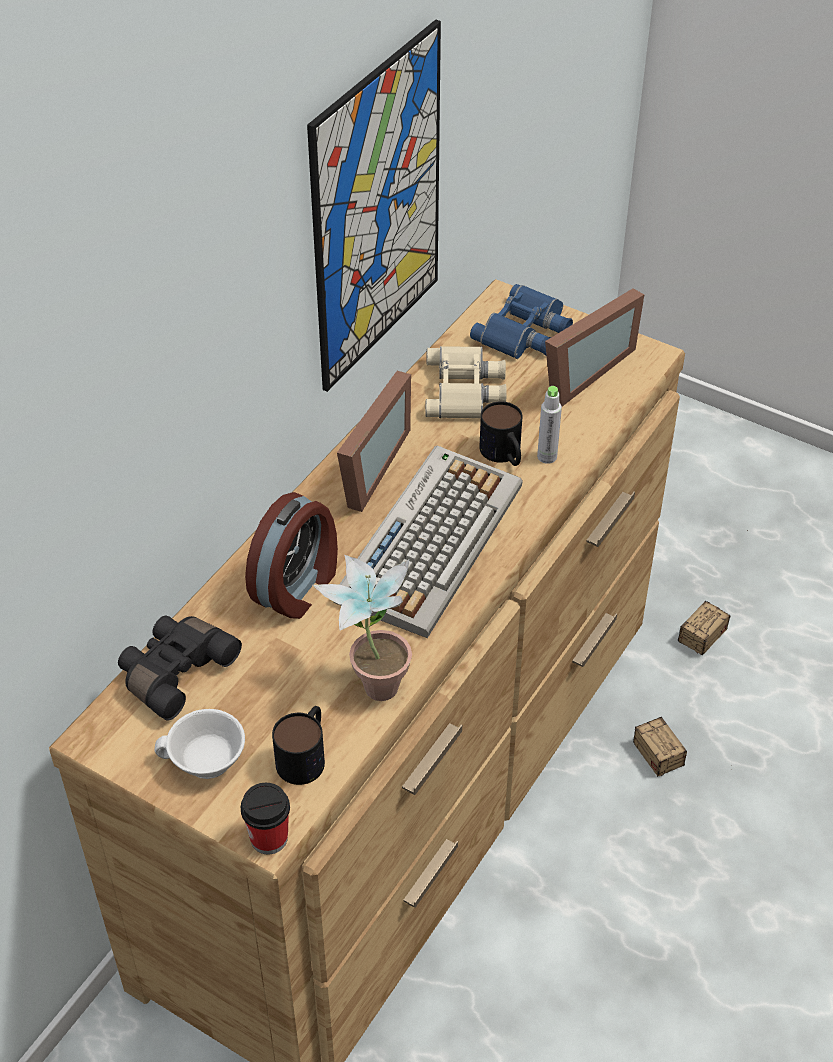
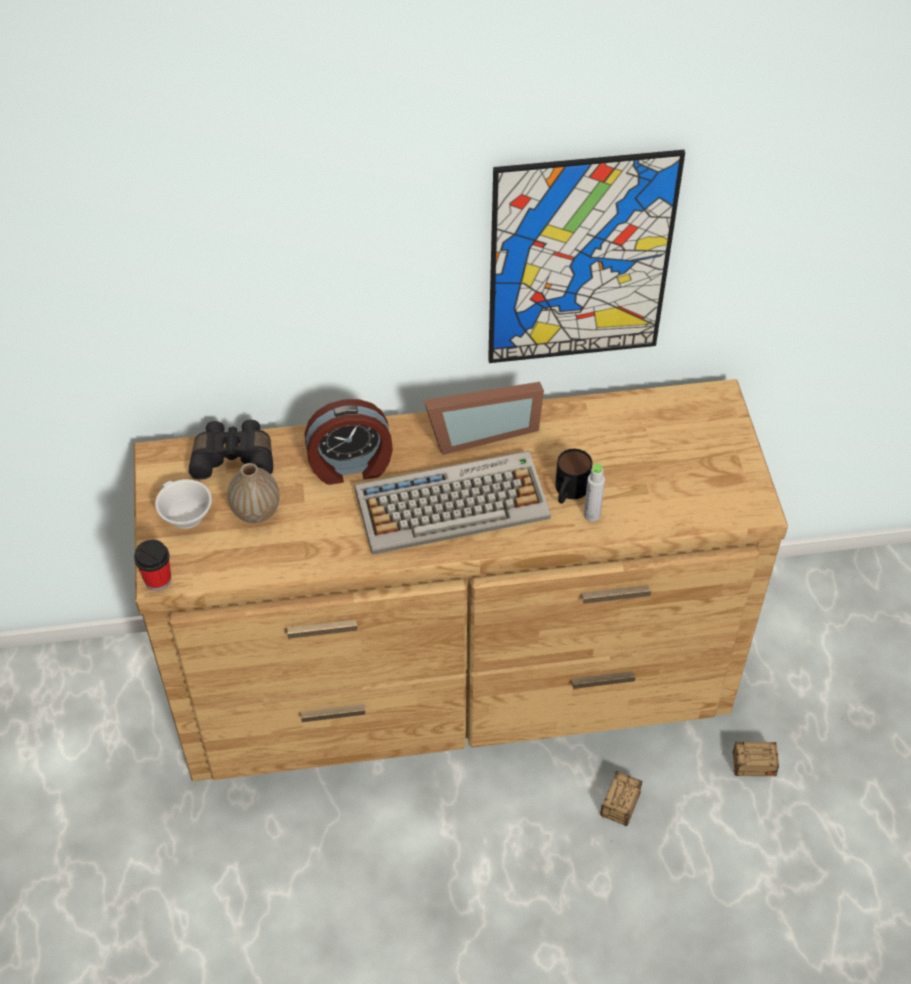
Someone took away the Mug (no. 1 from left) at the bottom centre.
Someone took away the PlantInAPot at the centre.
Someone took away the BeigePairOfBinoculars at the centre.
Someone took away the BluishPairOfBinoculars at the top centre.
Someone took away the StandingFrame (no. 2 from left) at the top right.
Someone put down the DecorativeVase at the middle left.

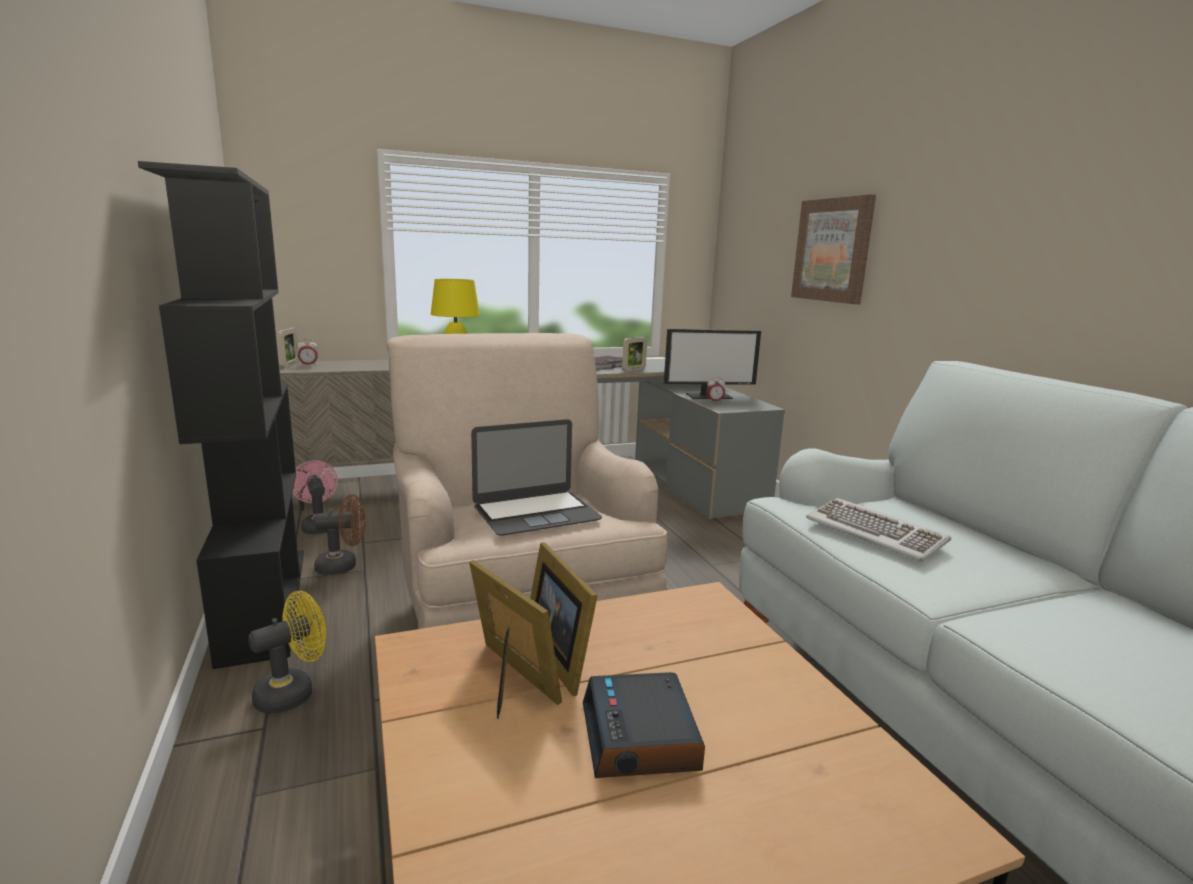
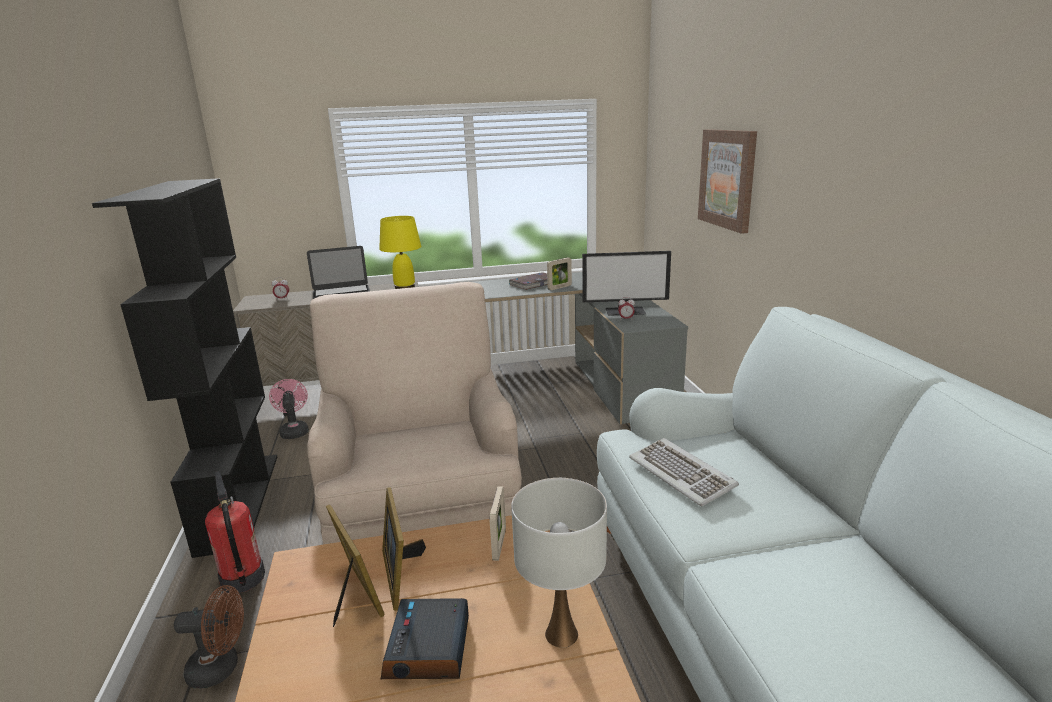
Someone swapped the YellowElectricFan at the bottom left for the FireExtinguisher at the bottom left.
Someone carried the StandingFrame (no. 1 from left in the first image) from the middle left to the bottom centre.
Someone carried the BrownColouredElectricFan from the middle left to the bottom left.
Someone carried the Laptop from the centre to the middle left.
Someone put down the WhiteLampForATable at the bottom centre.

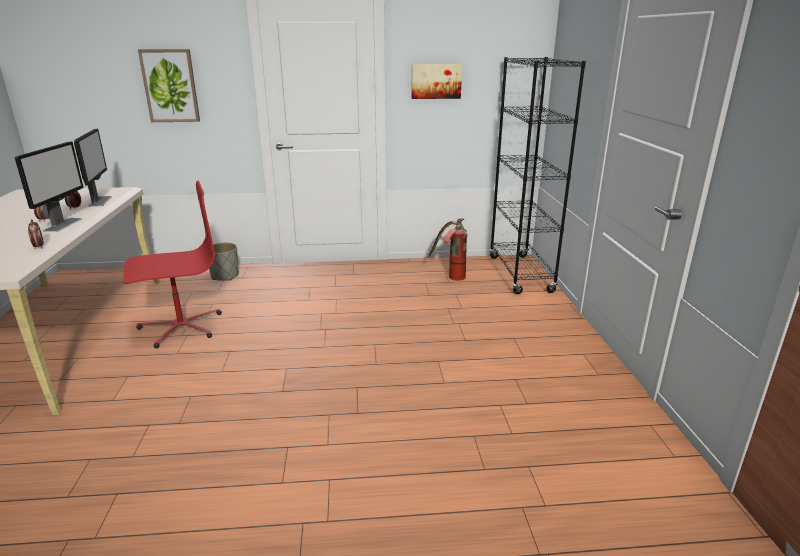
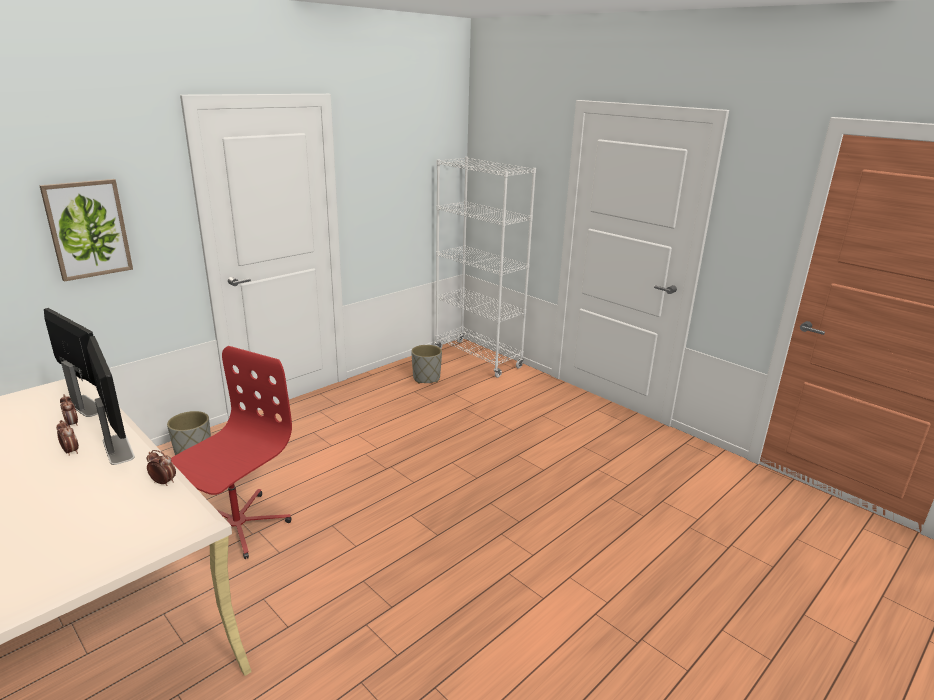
Someone took away the WallPicture (no. 2 from left) at the top centre.
Someone swapped the FireExtinguisher at the centre for the GrayPlantPot (no. 2 from left) at the centre.
Someone repainted the BlackishShelvingUnit at the top right, which became the WhiteShelvingUnit at the centre.

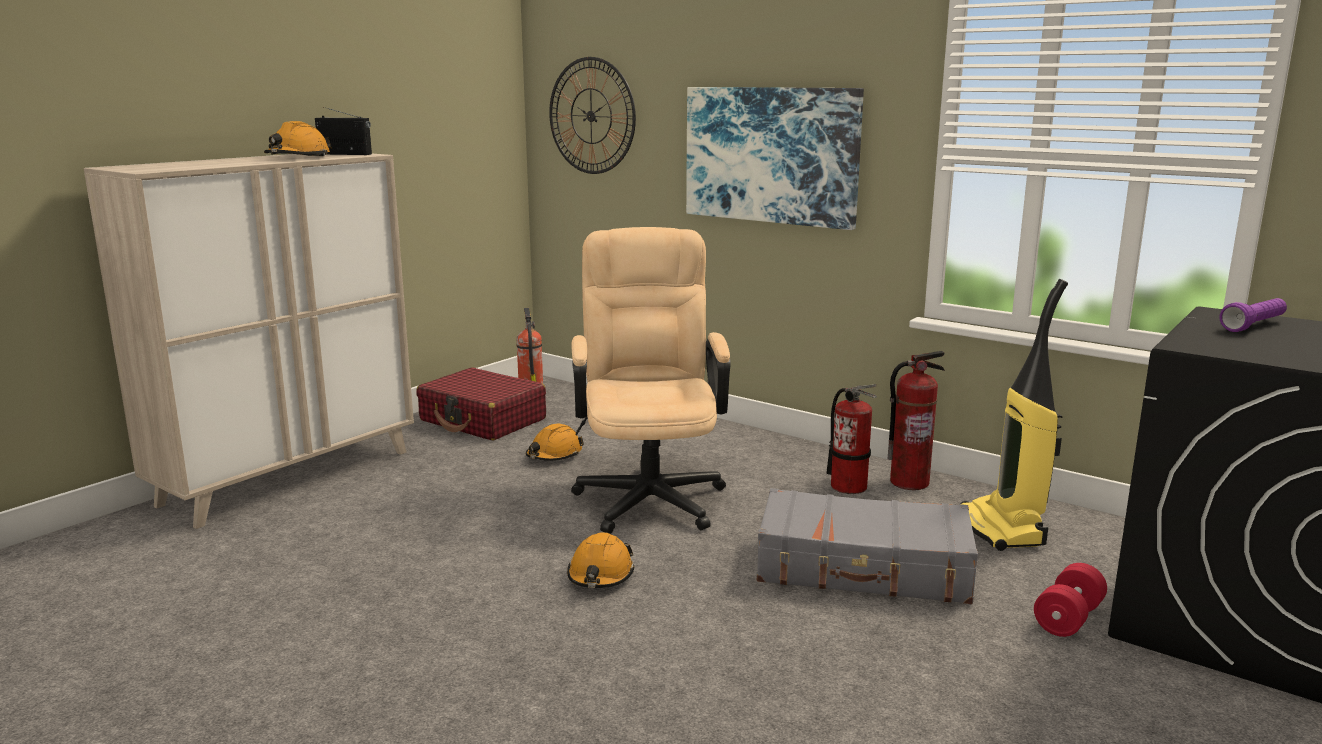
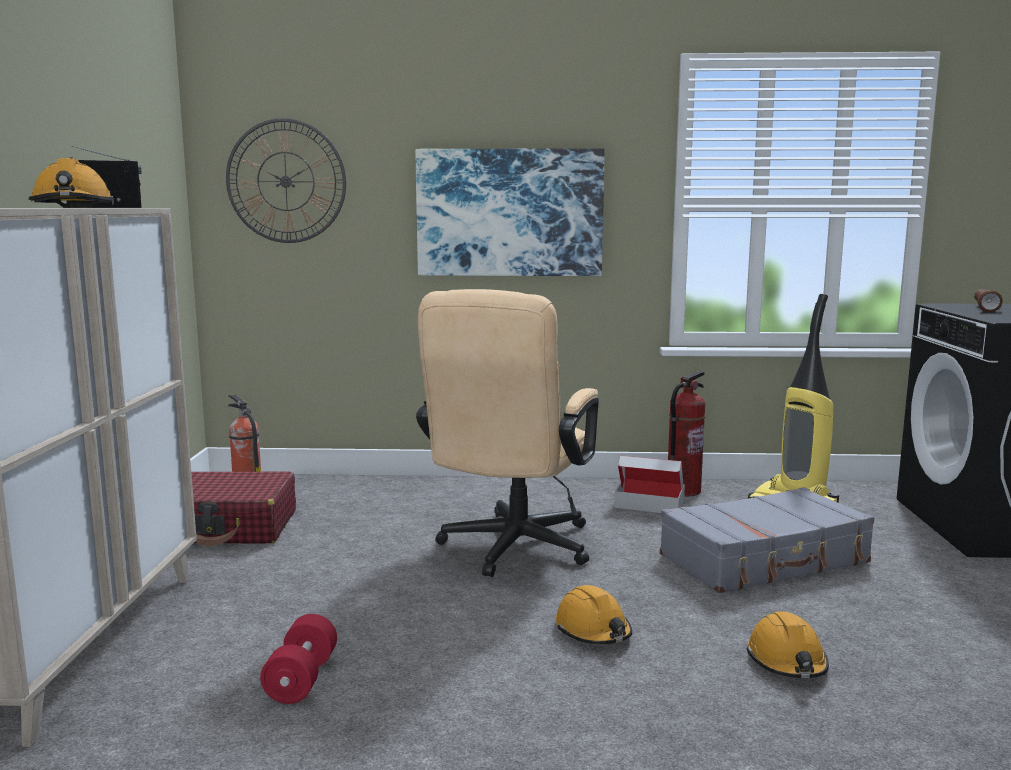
Someone carried the OrangeWorkHelmet (no. 2 from left in the first image) from the centre to the bottom right.
Someone rotated the BeigeOfficeChair at the centre by 120 degrees counterclockwise.
Someone swapped the FireExtinguisher (no. 2 from left) at the centre for the CardboardBox at the centre.
Someone carried the RedColouredFreeWeight from the bottom right to the bottom left.
Someone repainted the PurplishFlashlight at the middle right, which became the BrownColouredFlashlight at the middle right.

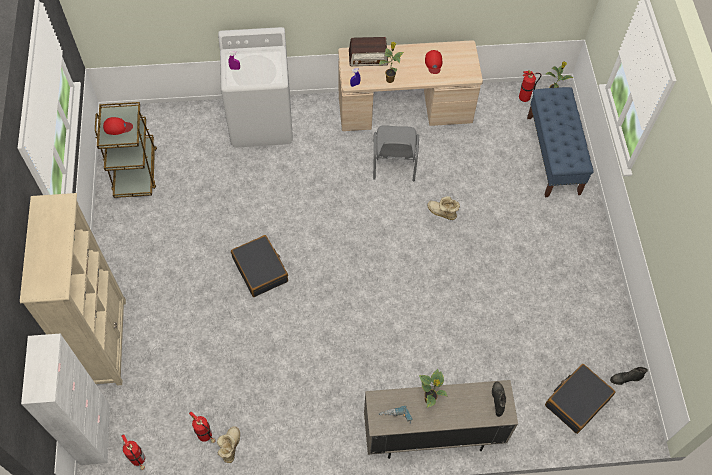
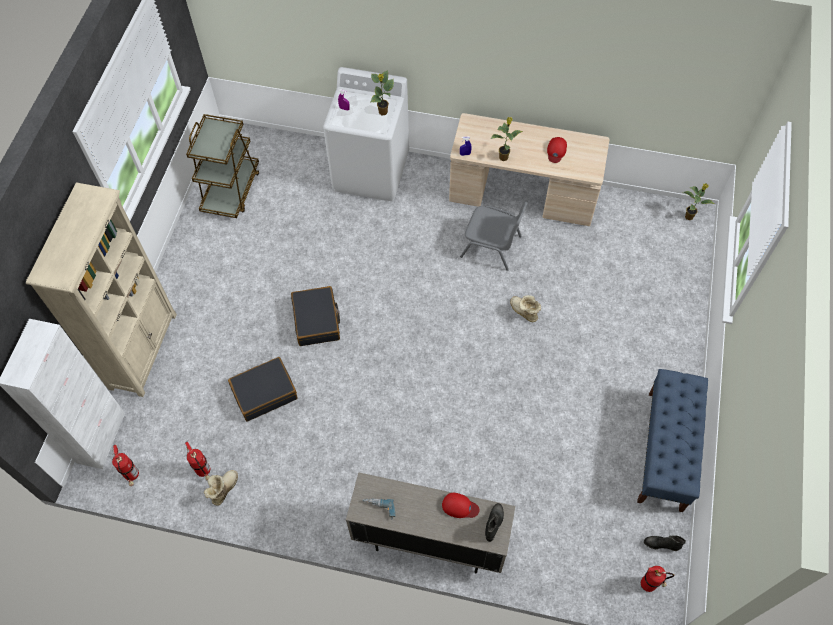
Someone carried the RedColouredBaseballCap (no. 1 from left) from the top left to the bottom centre.
Someone took away the Radio at the top centre.
Someone rotated the GrayUprightChair at the top centre by 90 degrees counterclockwise.
Someone carried the PlantInAPot (no. 2 from left in the first image) from the bottom centre to the top centre.
Someone carried the FireExtinguisher (no. 3 from left) from the top right to the bottom right.
Someone carried the BluishIndoorBench from the top right to the bottom right.
Someone carried the BlackishPieceOfLuggage (no. 2 from left in the first image) from the bottom right to the middle left.

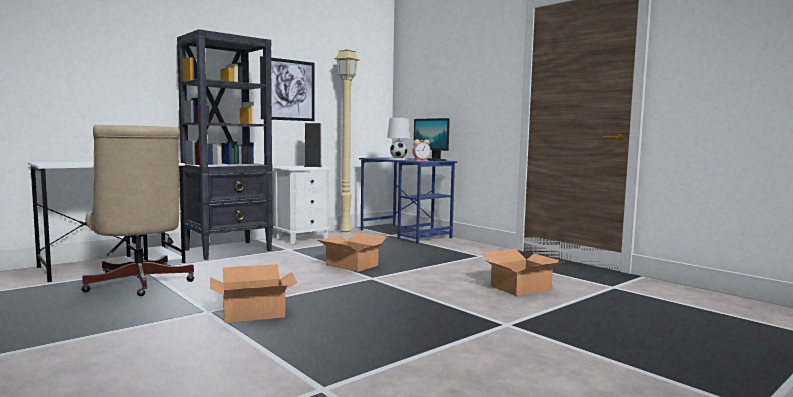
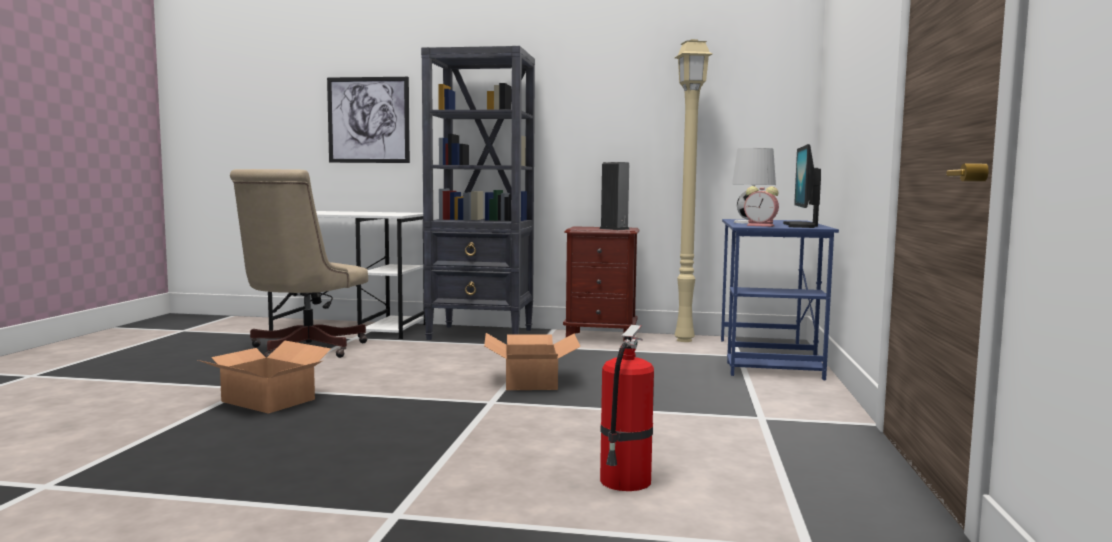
Someone carried the WallPicture from the top centre to the top left.
Someone repainted the WhiteBedsideTable at the centre, which became the BrownColouredBedsideTable at the centre.
Someone swapped the CardboardBox (no. 3 from left) at the bottom centre for the FireExtinguisher at the bottom centre.

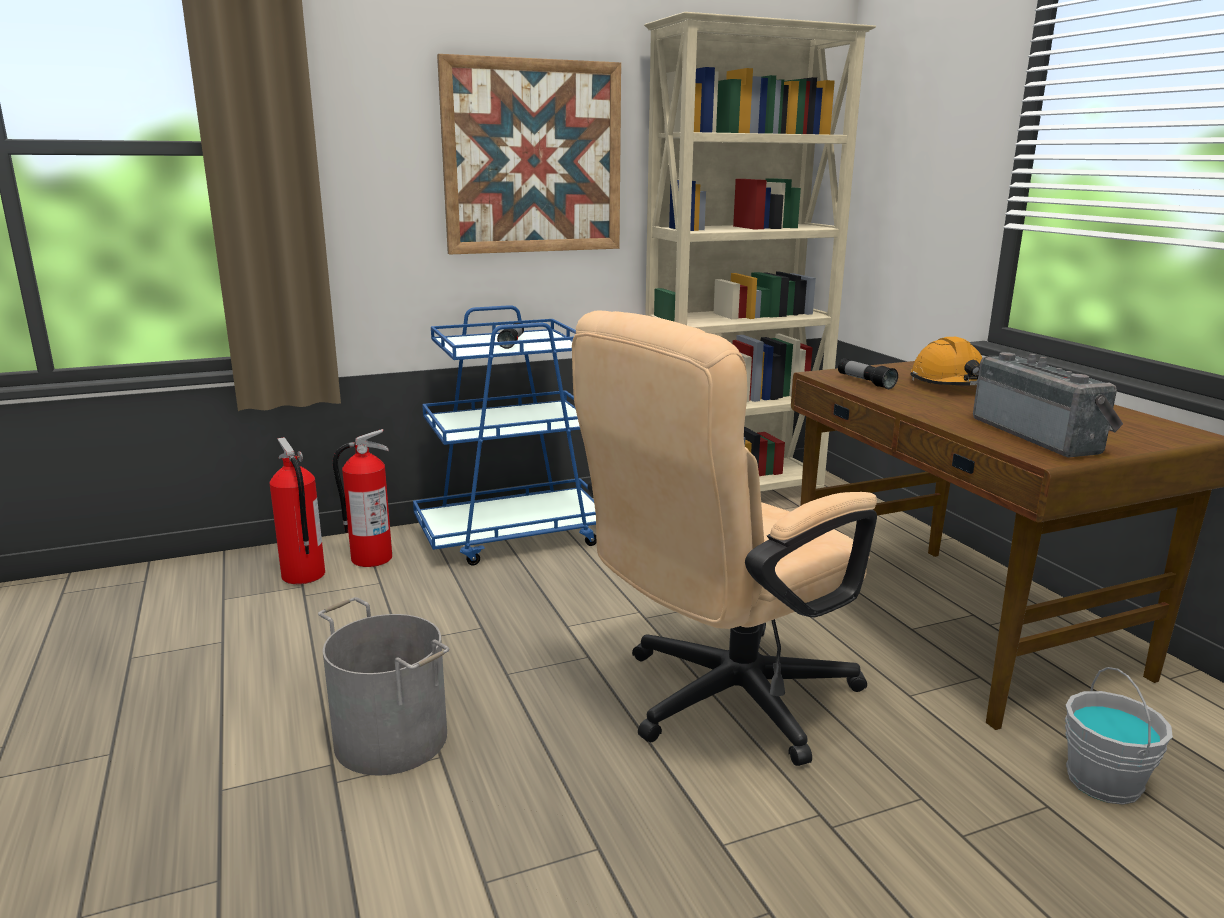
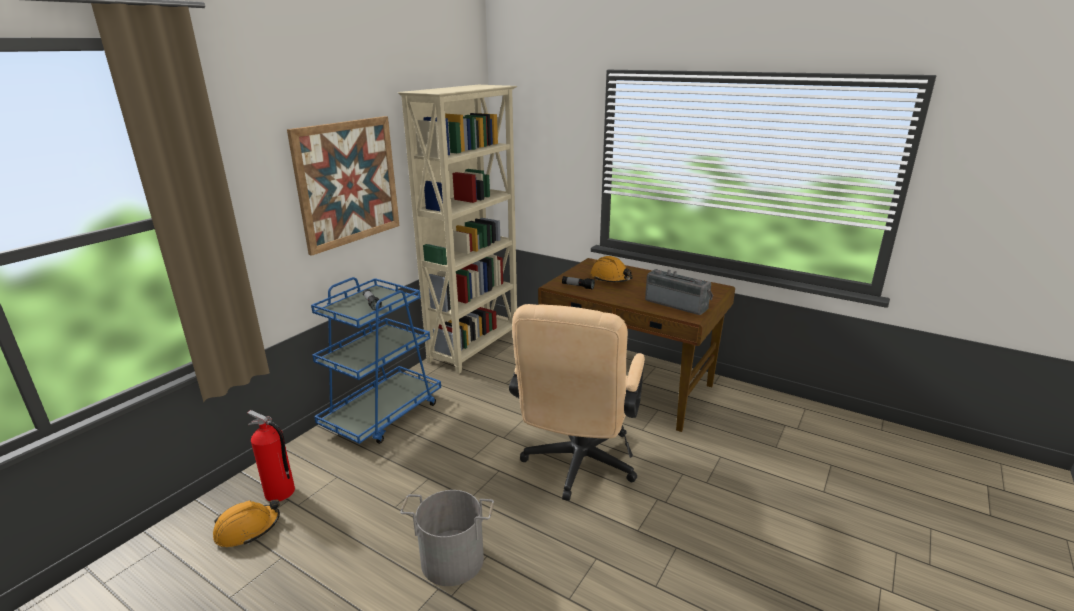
Someone took away the FireExtinguisher (no. 2 from left) at the middle left.
Someone took away the GrayBucket (no. 2 from left) at the bottom right.
Someone put down the OrangeWorkHelmet (no. 1 from left) at the bottom left.

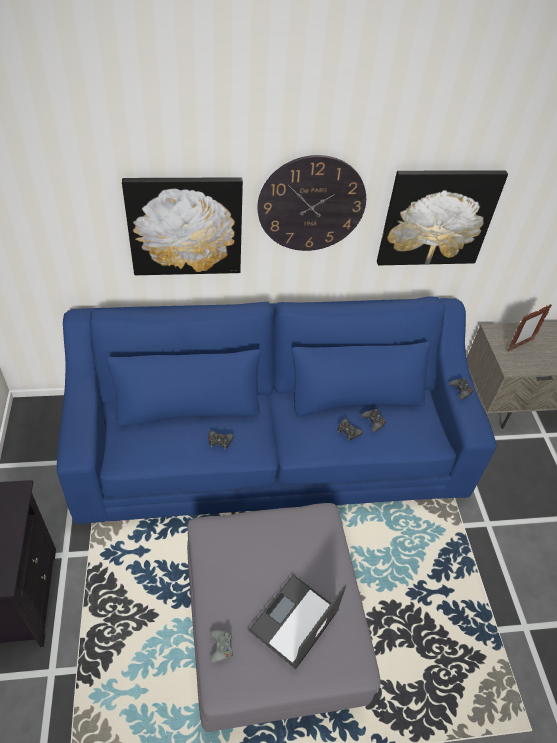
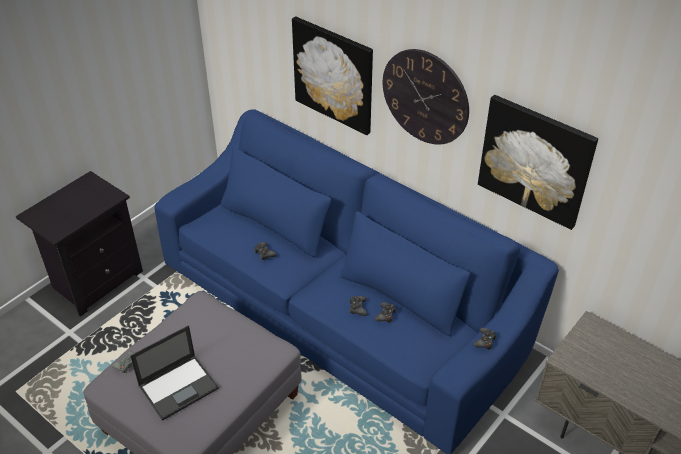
Someone rotated the Laptop at the bottom centre by 150 degrees clockwise.
Someone took away the StandingFrame at the middle right.

